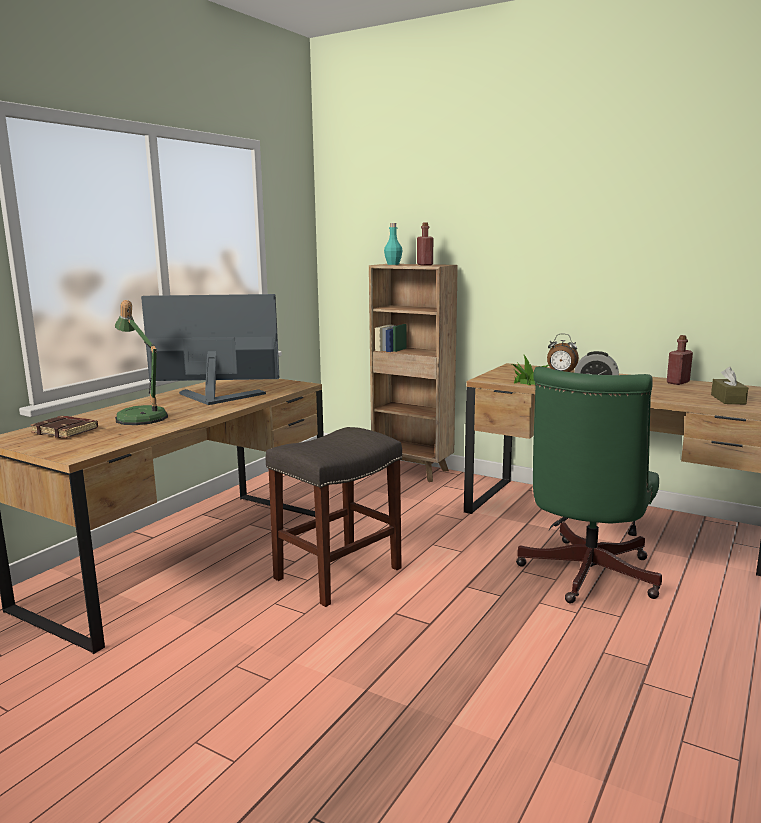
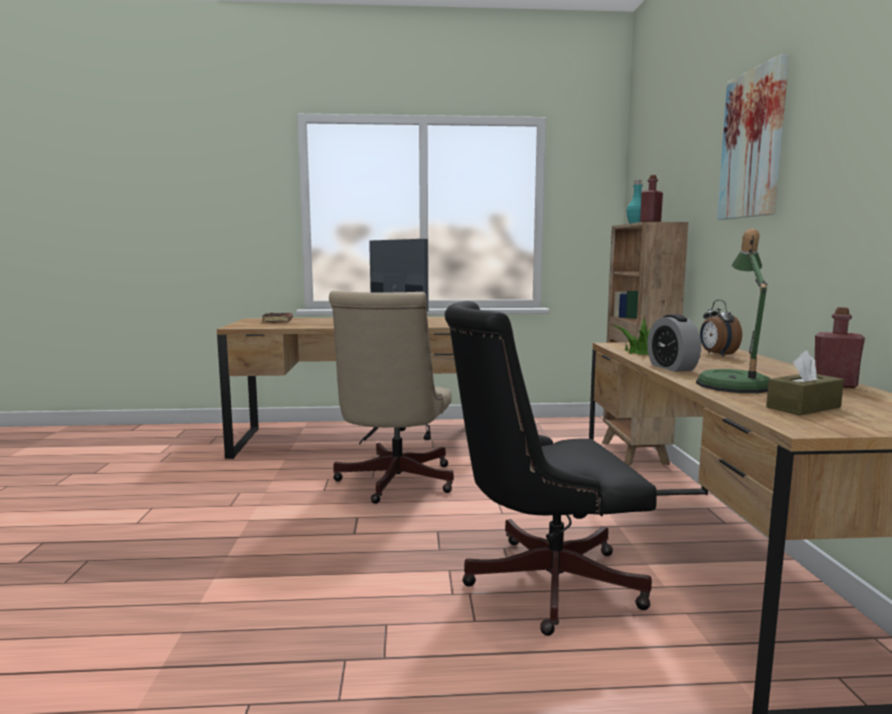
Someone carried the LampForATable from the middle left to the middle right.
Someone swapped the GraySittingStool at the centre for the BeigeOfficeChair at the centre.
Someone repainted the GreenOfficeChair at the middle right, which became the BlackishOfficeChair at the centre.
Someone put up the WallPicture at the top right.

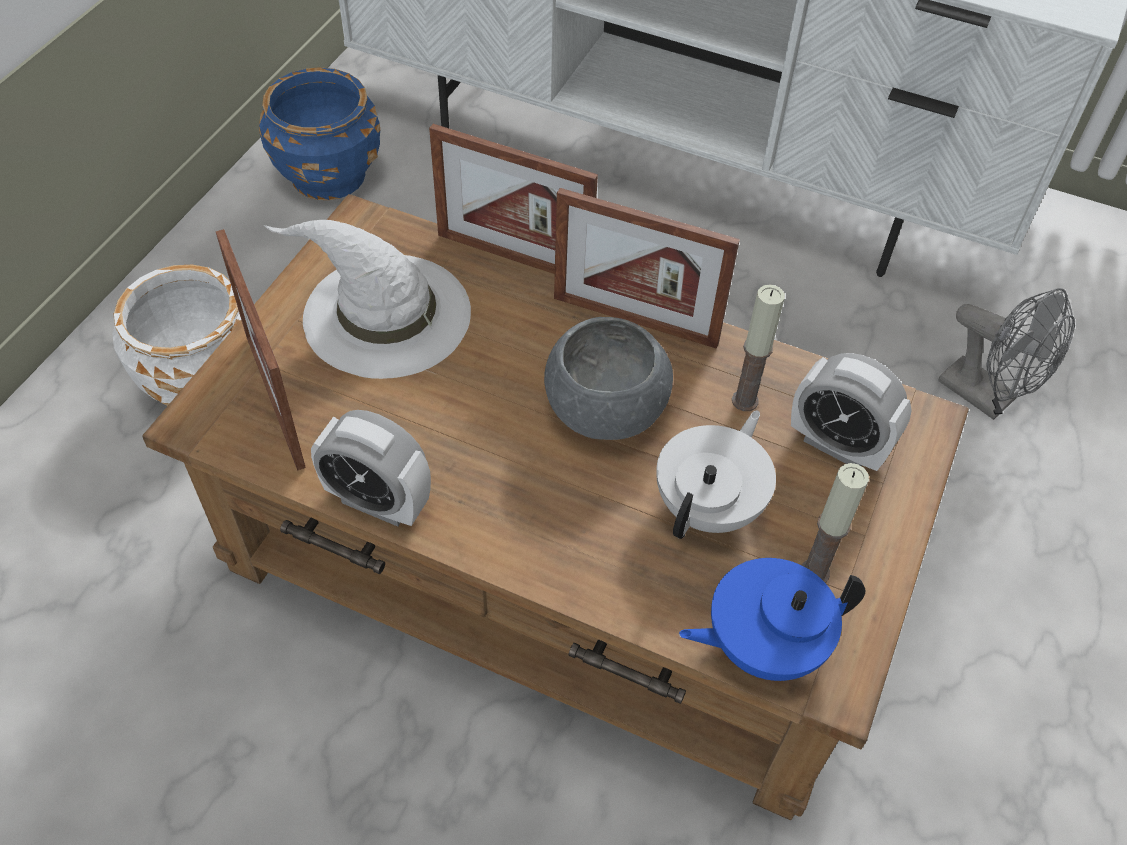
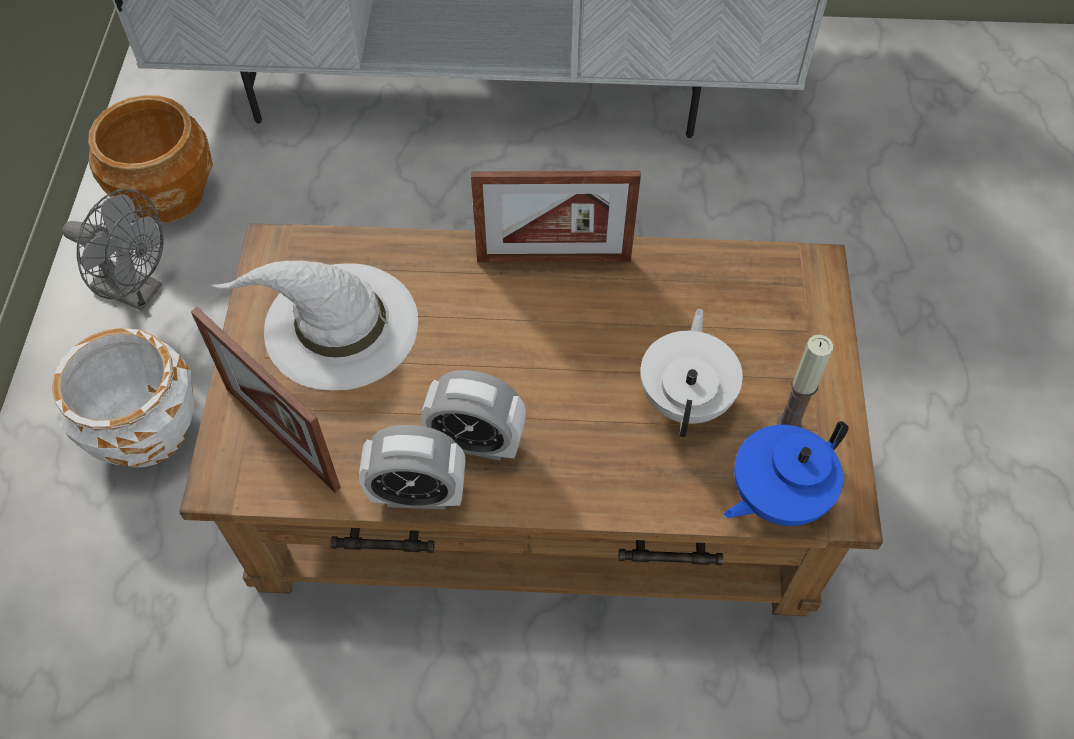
Someone repainted the BluishPlantPot at the top left, which became the BrownColouredPlantPot at the top left.
Someone took away the StandingFrame (no. 2 from left) at the top centre.
Someone took away the GrayBowl at the centre.
Someone took away the WaxCandle (no. 1 from left) at the middle right.
Someone carried the AlarmClock (no. 2 from left) from the middle right to the centre.
Someone carried the GrayElectricFan from the middle right to the middle left.

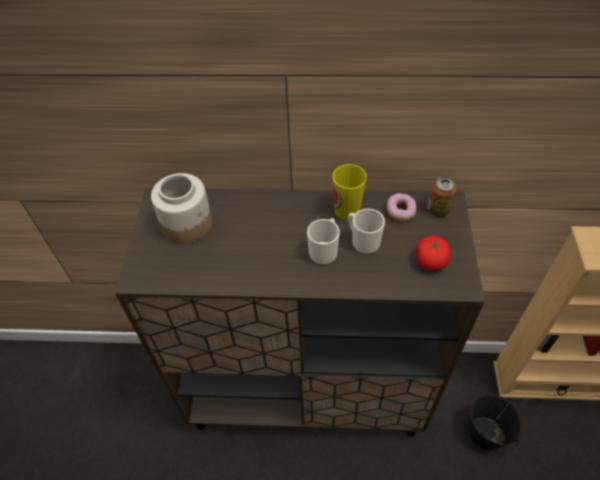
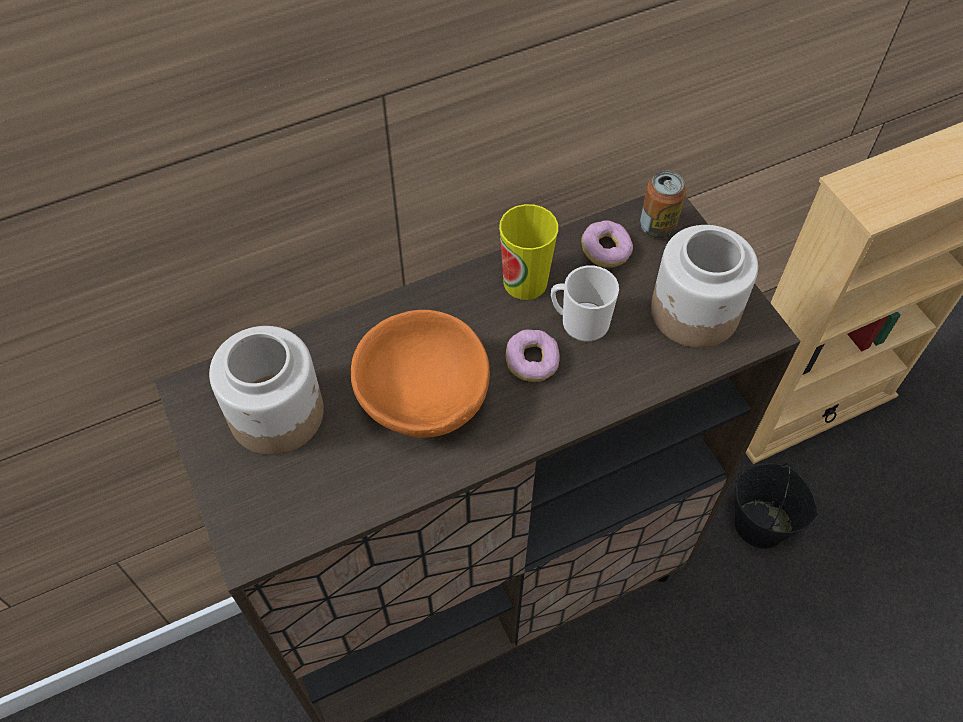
Someone swapped the Mug (no. 1 from left) at the centre for the Doughnut (no. 1 from left) at the centre.
Someone swapped the Tomato at the middle right for the PreserveJar (no. 2 from left) at the middle right.
Someone put down the OrangeBowl at the centre.

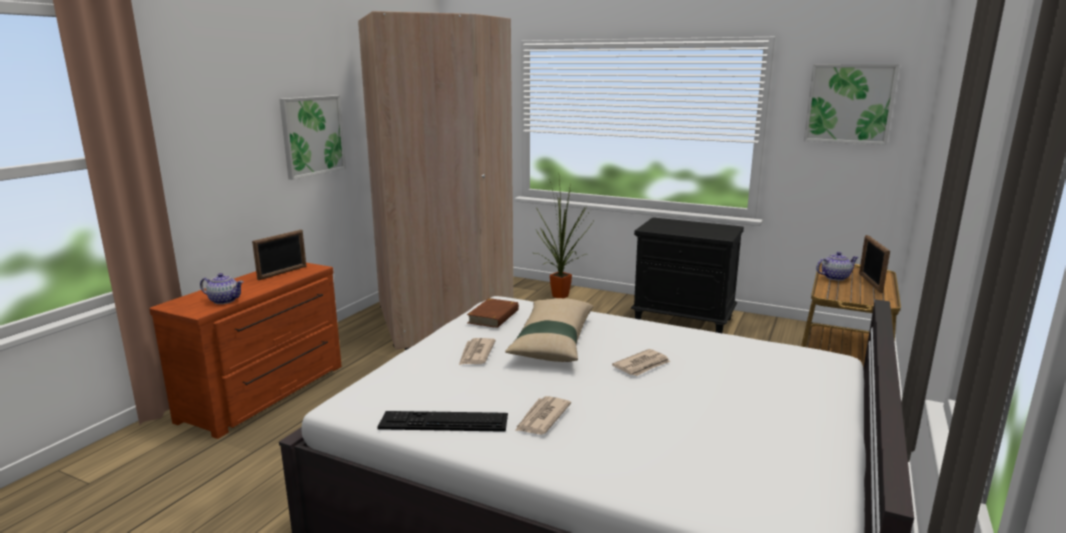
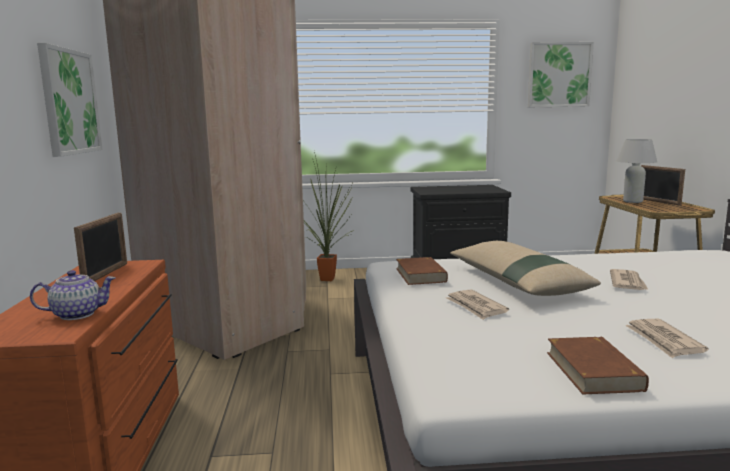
Someone swapped the ComputerKeyboard at the bottom centre for the BrownColouredVolume (no. 2 from left) at the bottom right.
Someone swapped the TeaPot (no. 2 from left) at the middle right for the WhiteLampForATable at the middle right.

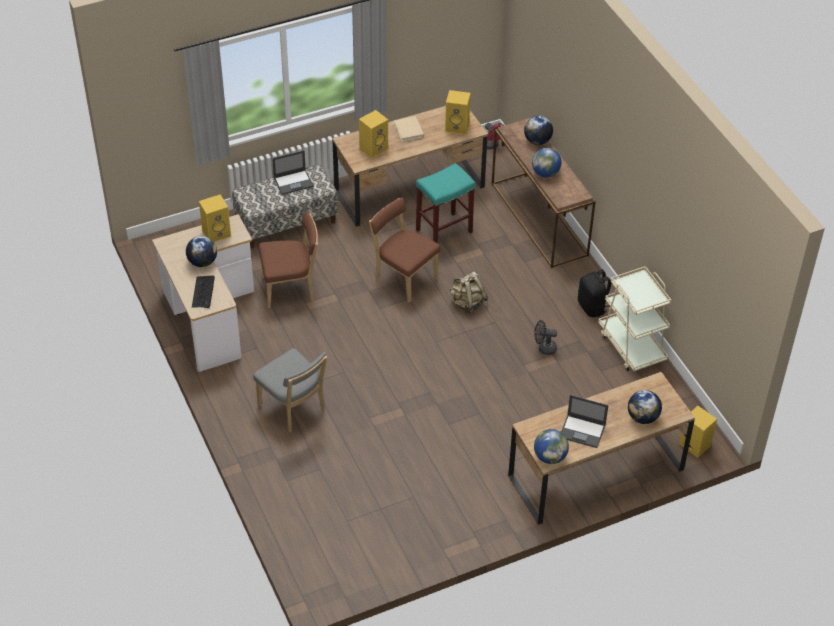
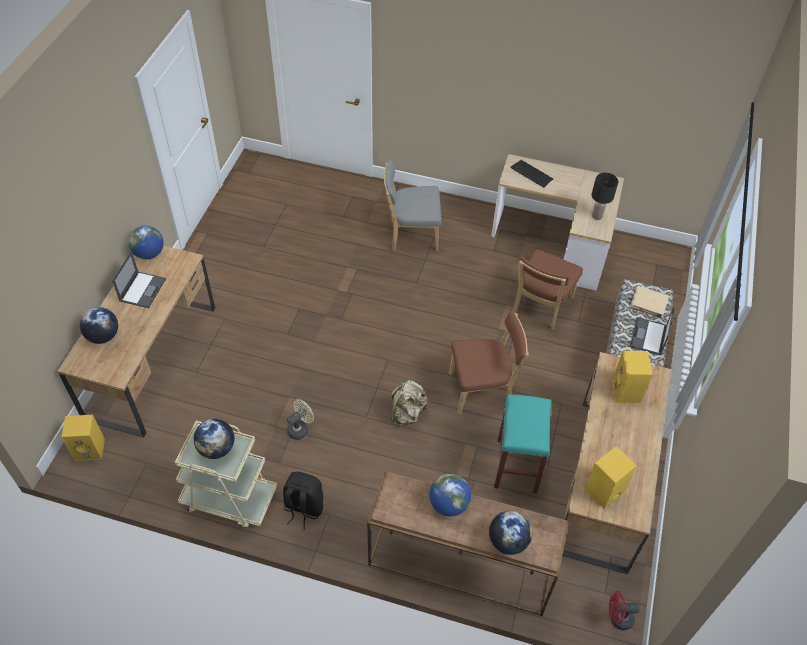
Someone carried the WorldGlobe (no. 1 from left in the first image) from the middle left to the bottom left.
Someone swapped the YellowAudioSpeaker (no. 1 from left) at the middle left for the BlackishLampForATable at the top right.
Someone carried the BeigeVolume from the top centre to the middle right.
Someone repainted the BlackishElectricFan at the centre, which became the BeigeElectricFan at the centre.
Someone rotated the Laptop (no. 2 from left in the first image) at the bottom right by 135 degrees clockwise.

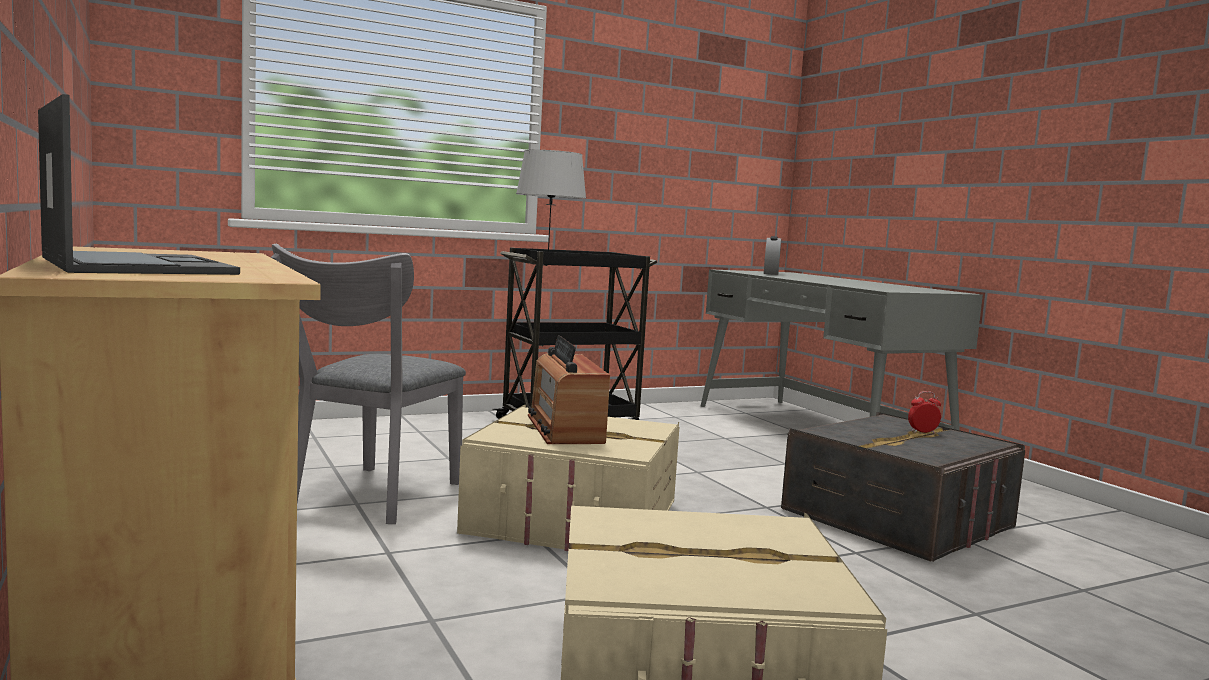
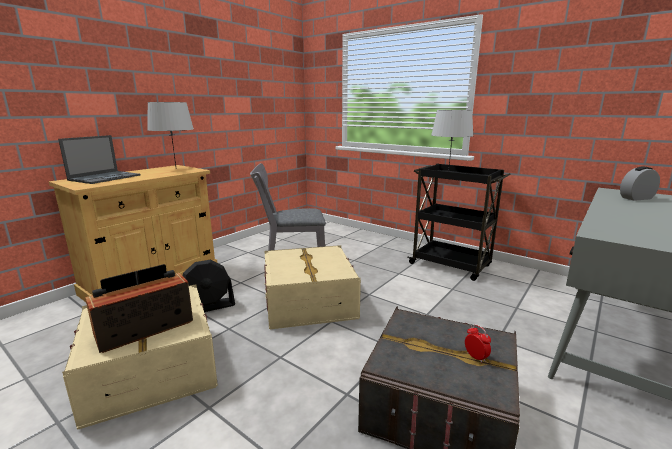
Someone carried the Radio from the centre to the bottom left.
Someone put down the GrayLampForATable (no. 1 from left) at the top left.
Someone put down the BlackishElectricFan at the middle left.

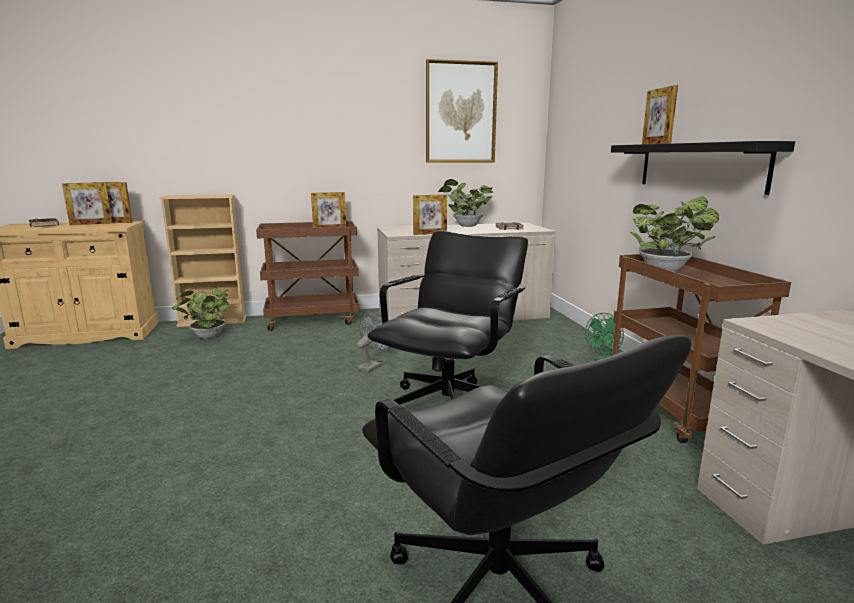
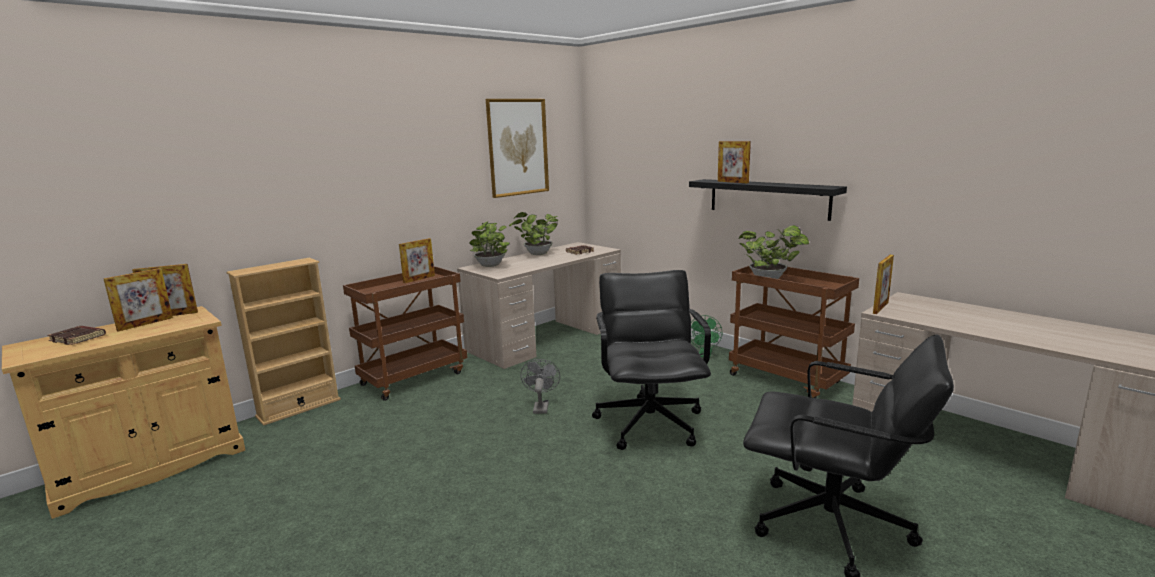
Someone carried the PlantInAPot (no. 1 from left) from the middle left to the centre.
Someone carried the StandingFrame (no. 4 from left in the first image) from the centre to the middle right.

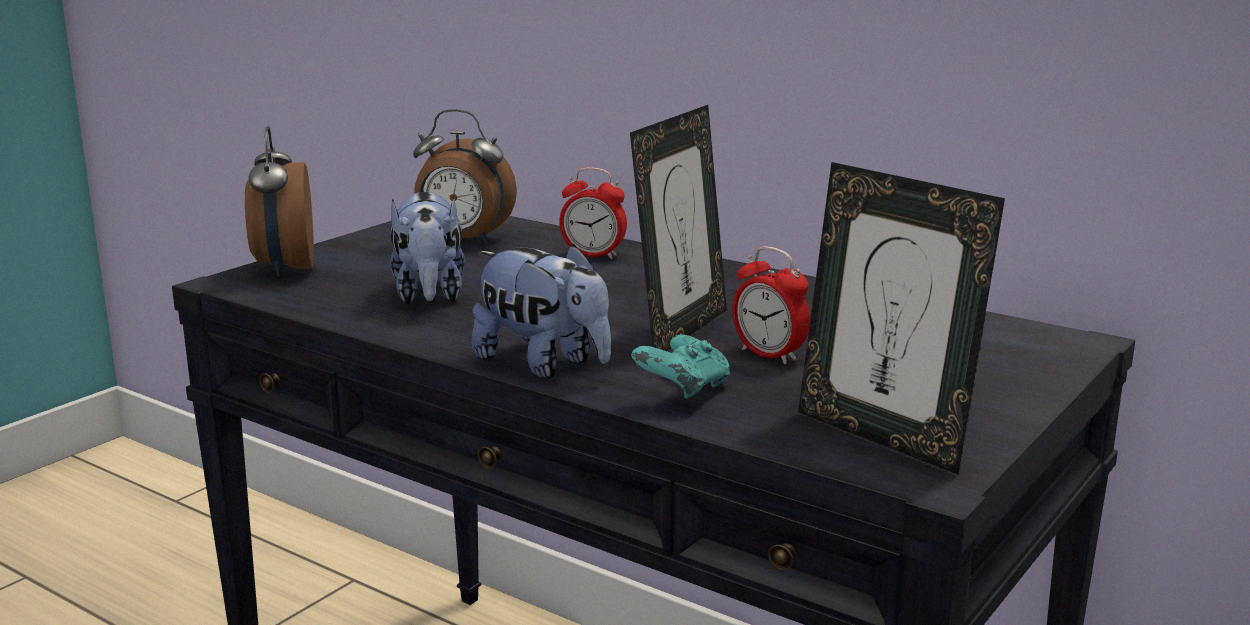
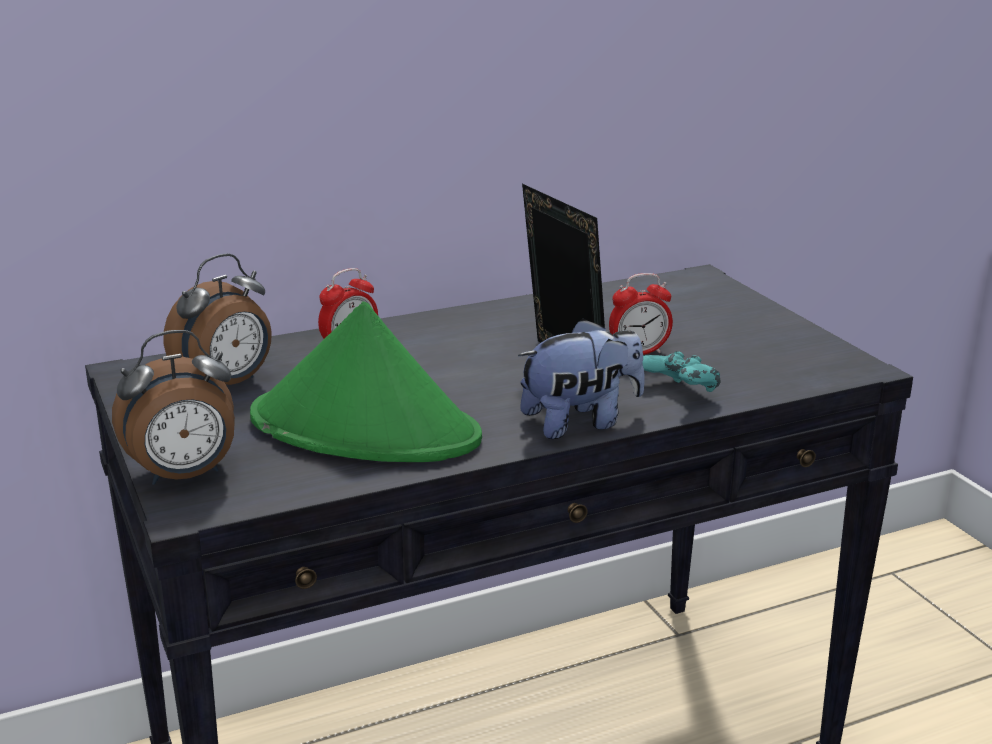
Someone rotated the AlarmClock (no. 1 from left) at the top left by 45 degrees counterclockwise.
Someone swapped the SoftToy (no. 1 from left) at the centre for the GreenWearableHat at the centre.
Someone took away the StandingFrame (no. 2 from left) at the middle right.

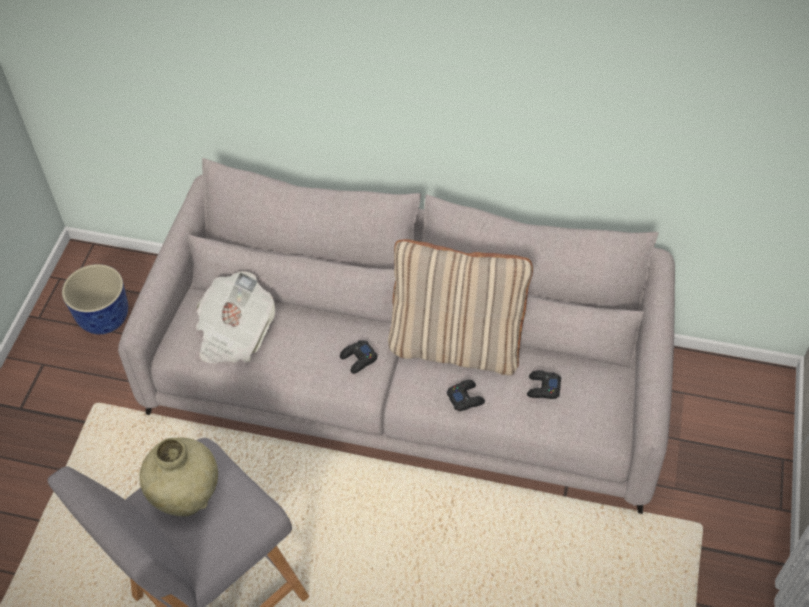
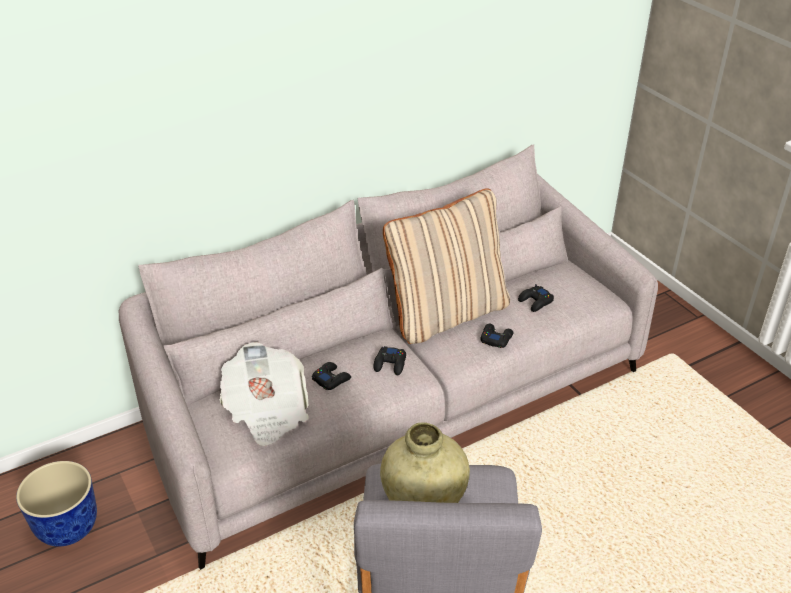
Someone put down the BlackishJoypad (no. 1 from left) at the centre.

